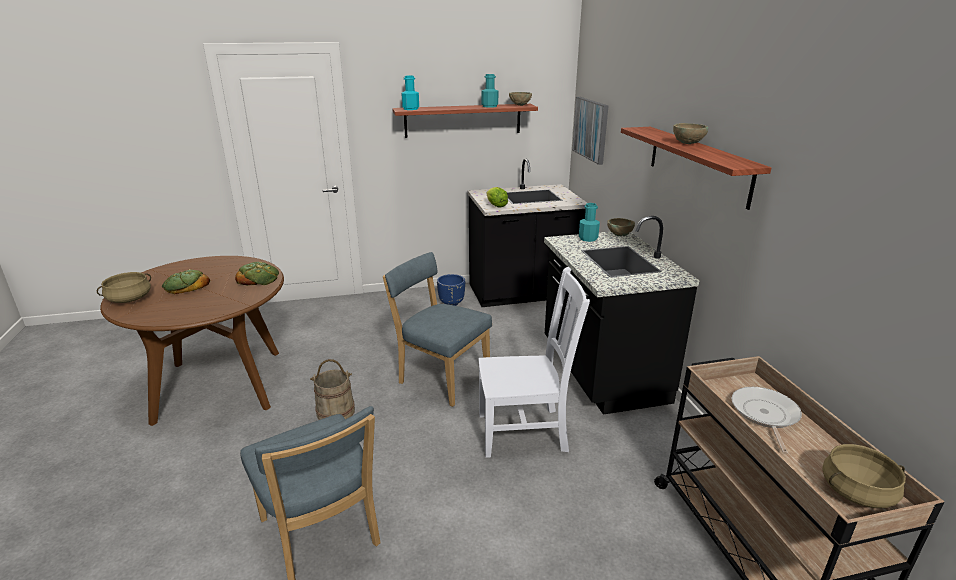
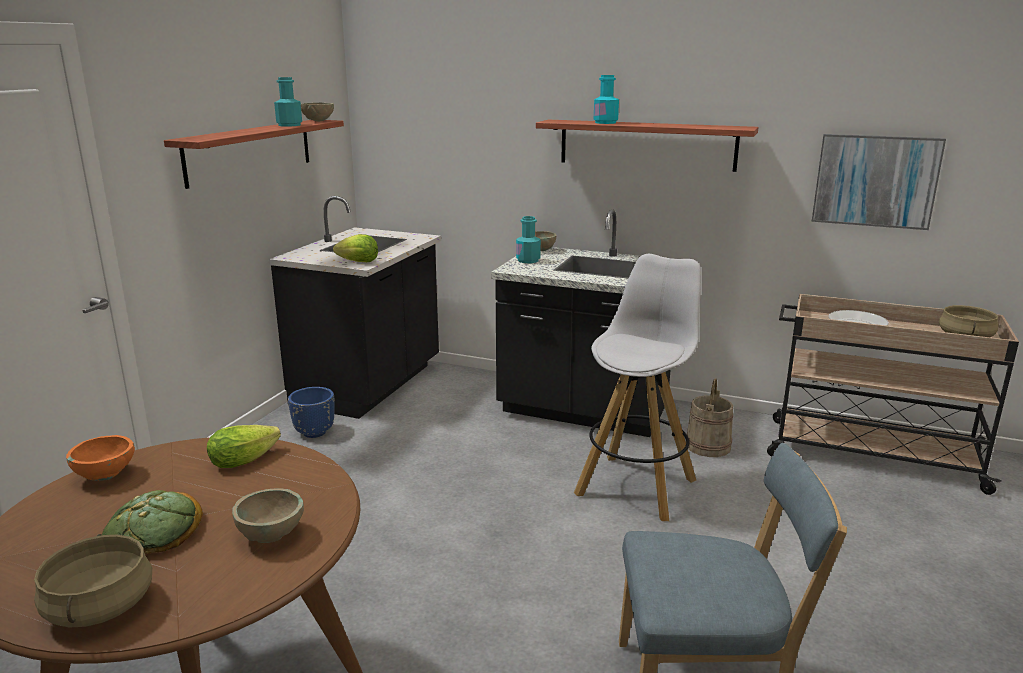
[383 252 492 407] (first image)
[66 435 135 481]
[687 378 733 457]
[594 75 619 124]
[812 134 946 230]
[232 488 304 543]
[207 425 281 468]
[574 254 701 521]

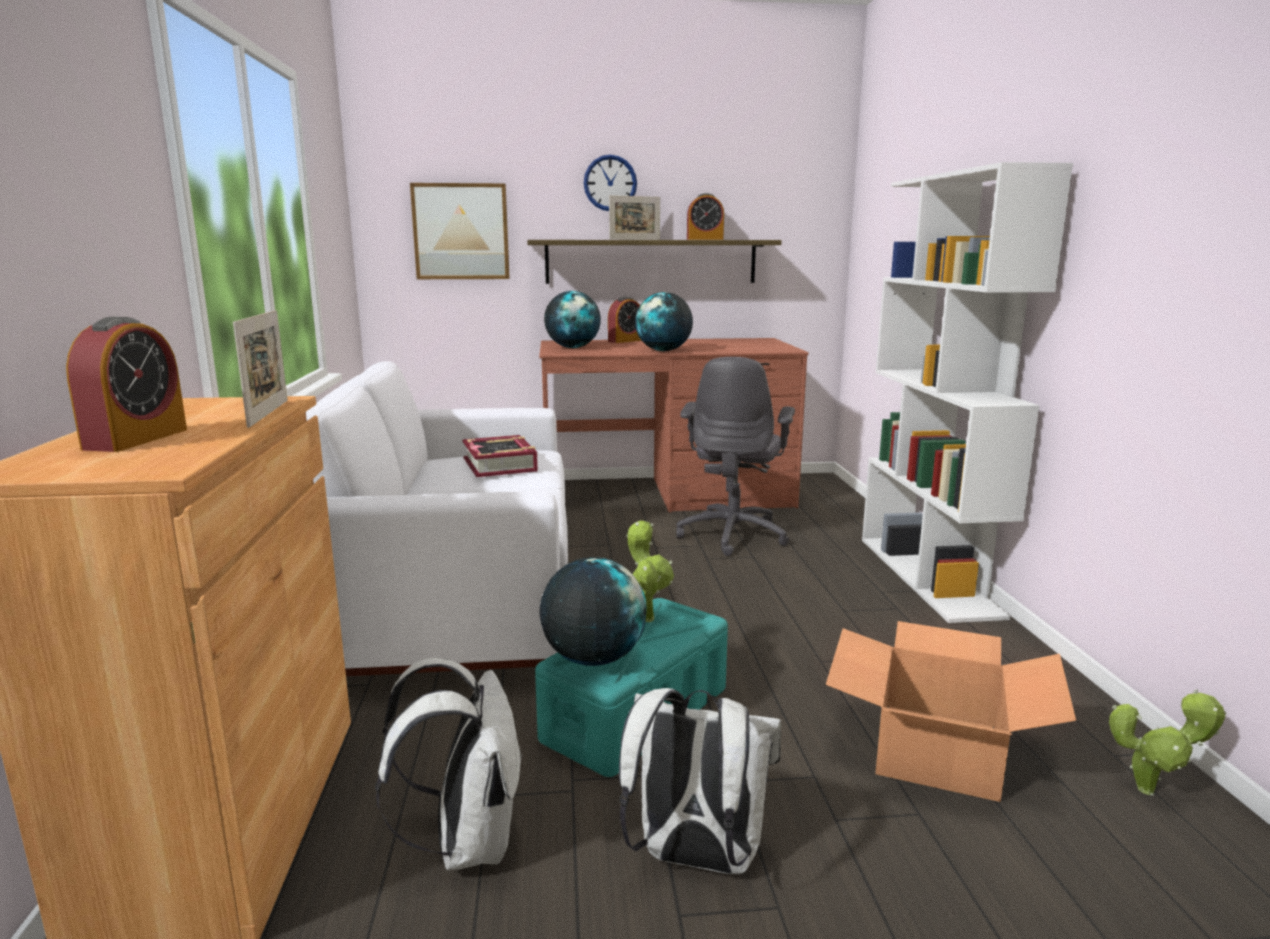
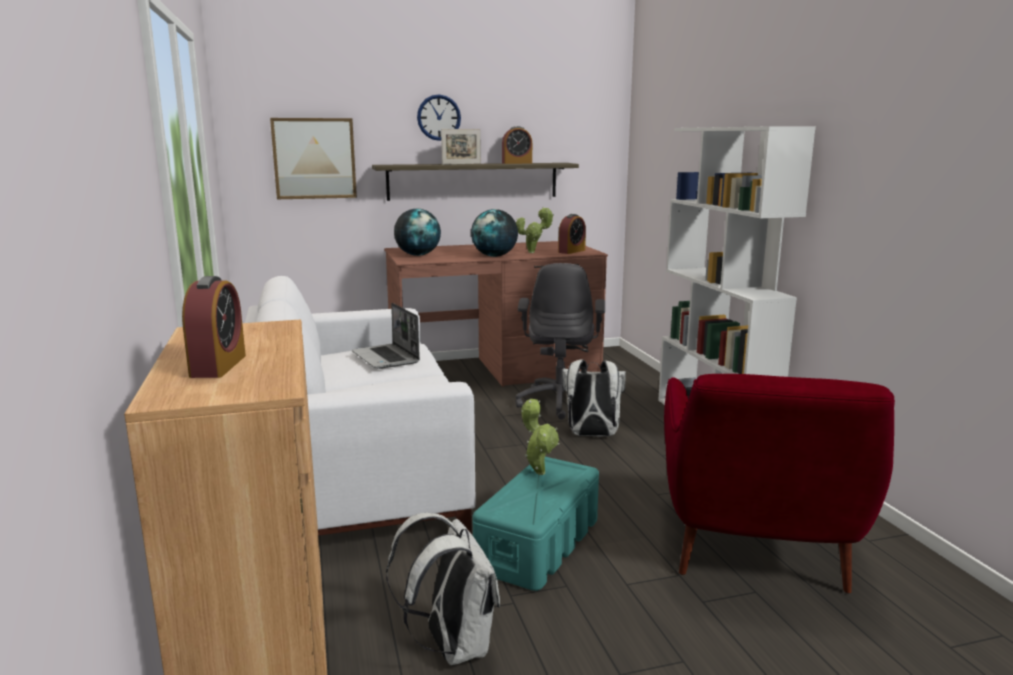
[233 310 288 428] (first image)
[539 557 647 666] (first image)
[558 214 586 254]
[562 359 626 436]
[516 207 554 253]
[352 303 420 369]
[664 374 895 594]

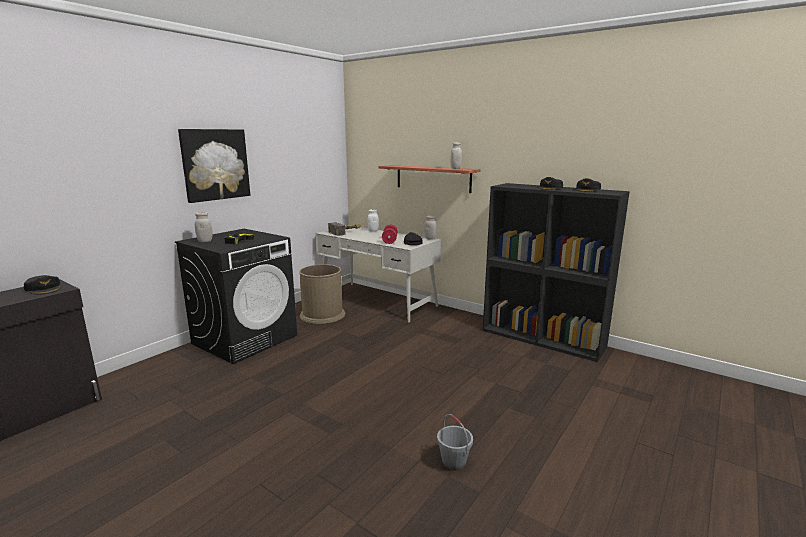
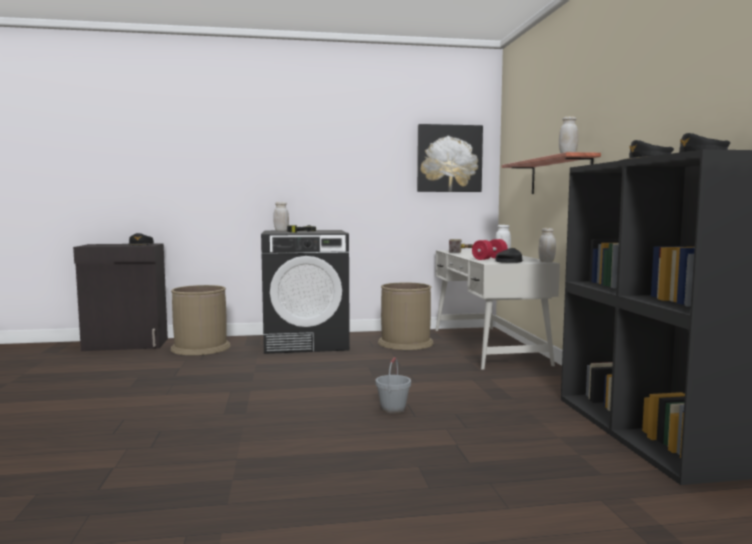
[170 285 231 355]
[417 124 483 192]
[375 357 411 414]

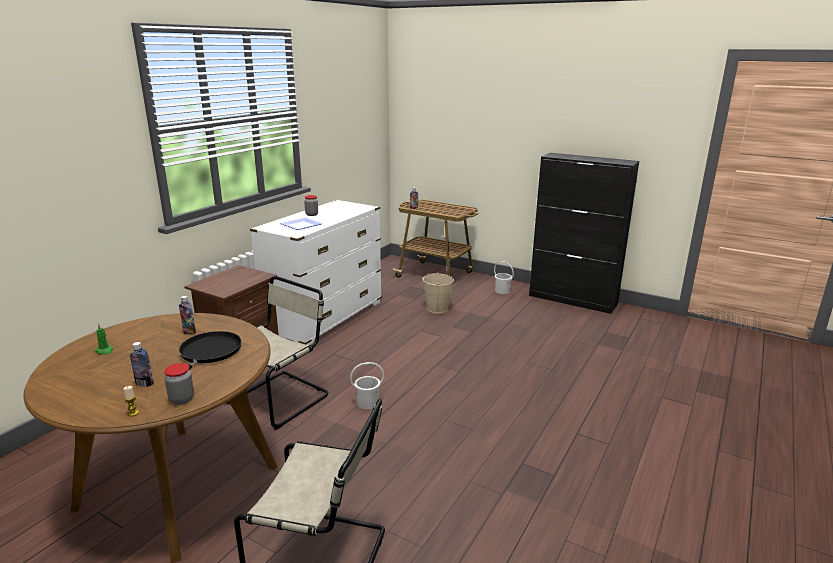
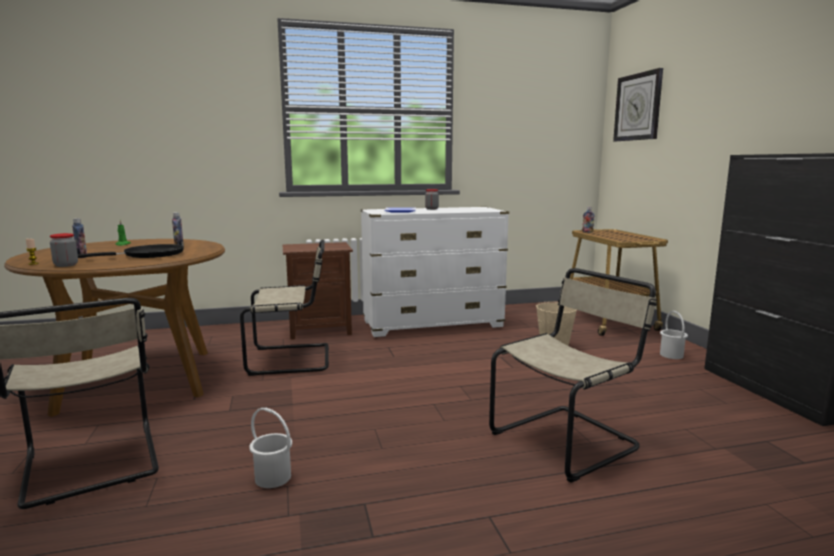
[489 268 657 483]
[613 68 663 141]
[249 408 292 488]

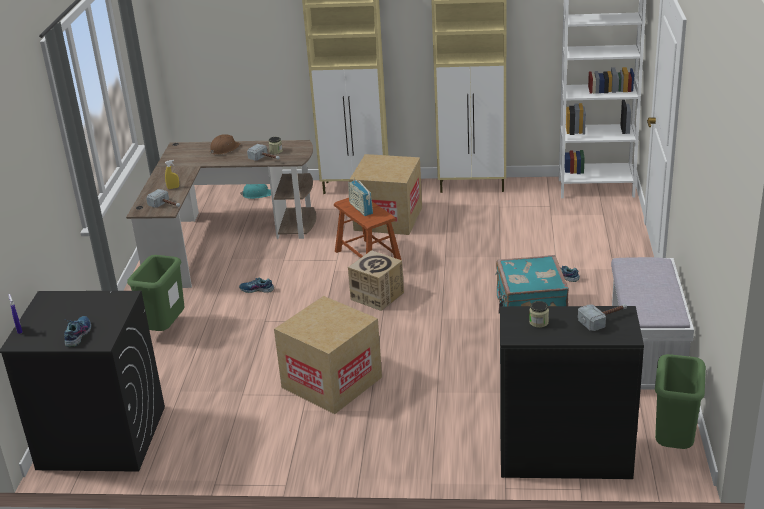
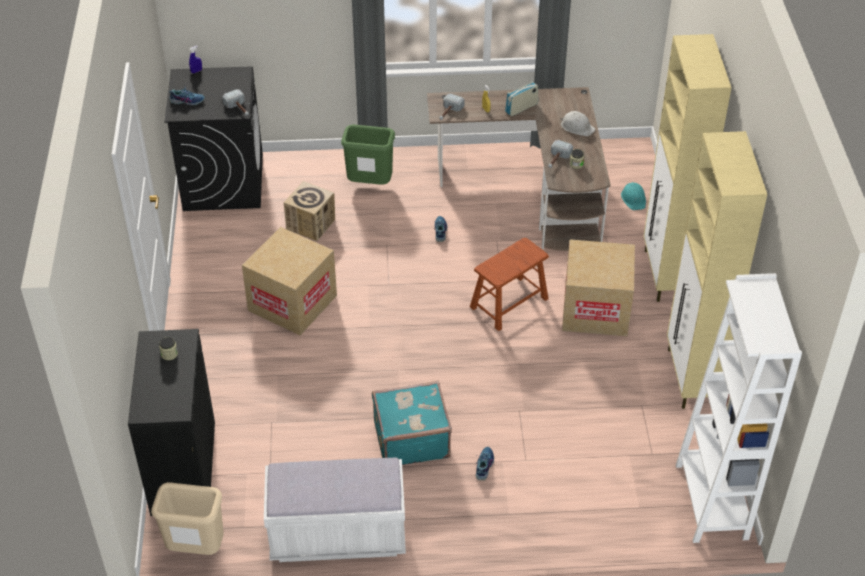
[505 80 538 116]
[284 181 335 241]
[222 89 249 116]
[560 111 595 136]
[151 482 224 555]

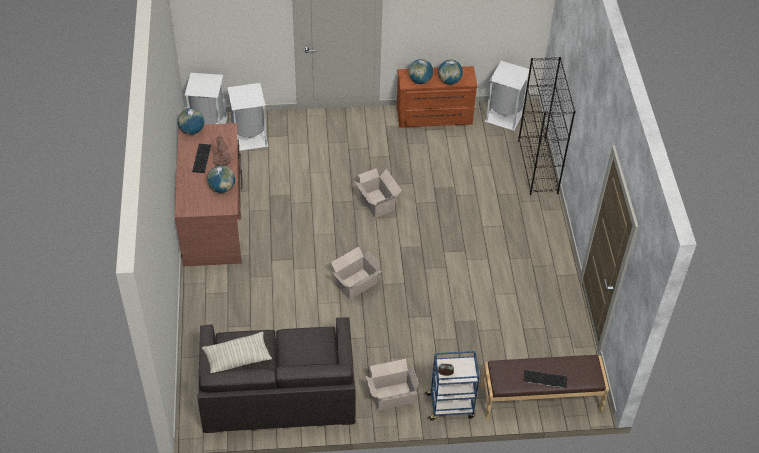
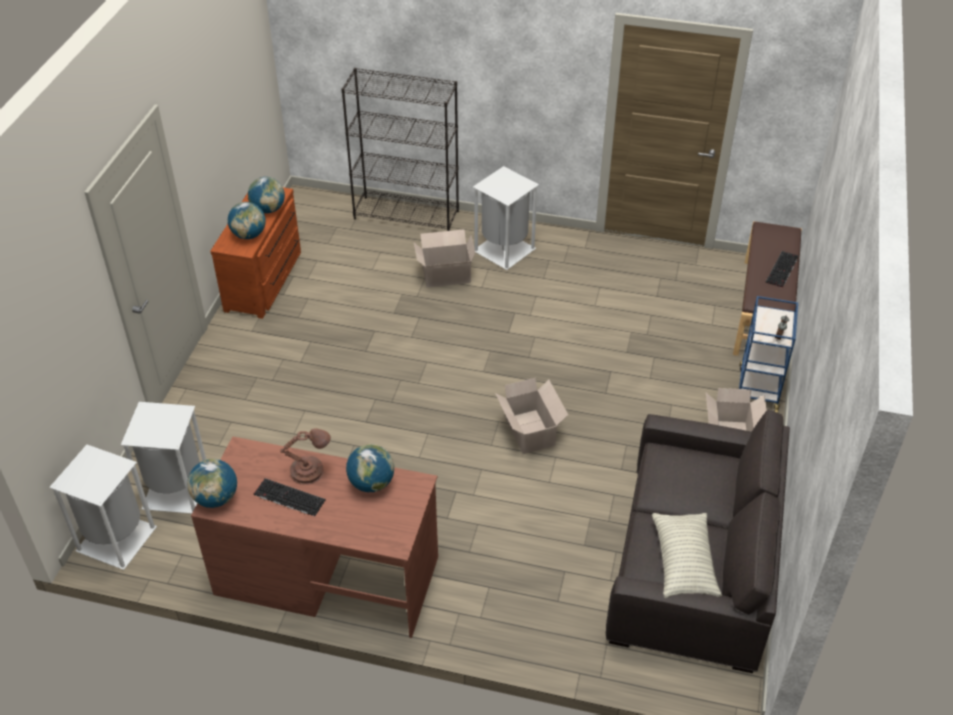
[414 229 476 288]
[473 166 539 270]

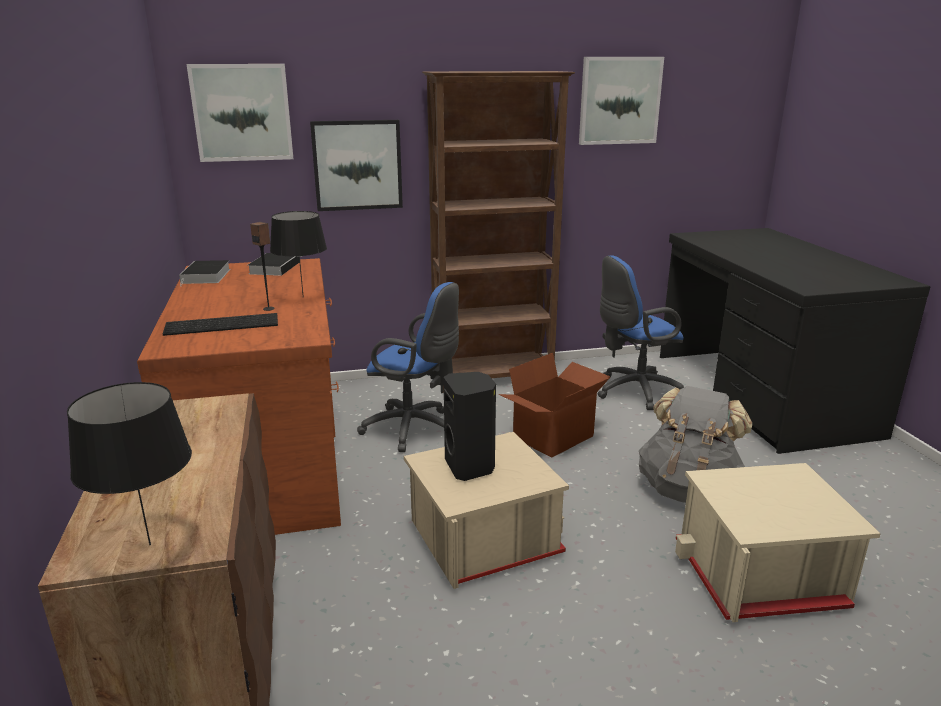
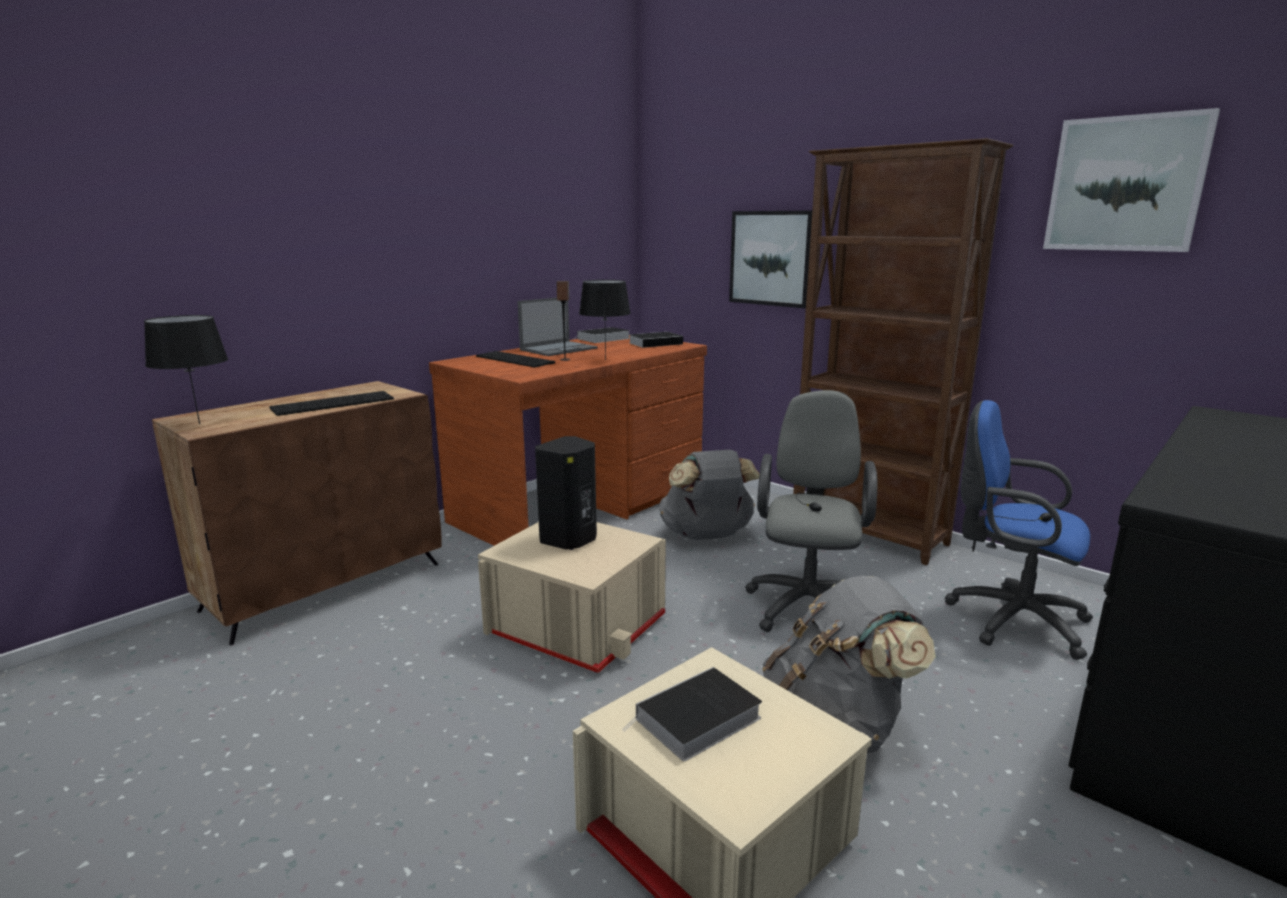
[186 64 293 162] (first image)
[269 391 394 416]
[517 298 598 356]
[623 667 762 761]
[659 450 760 540]
[745 390 877 632]

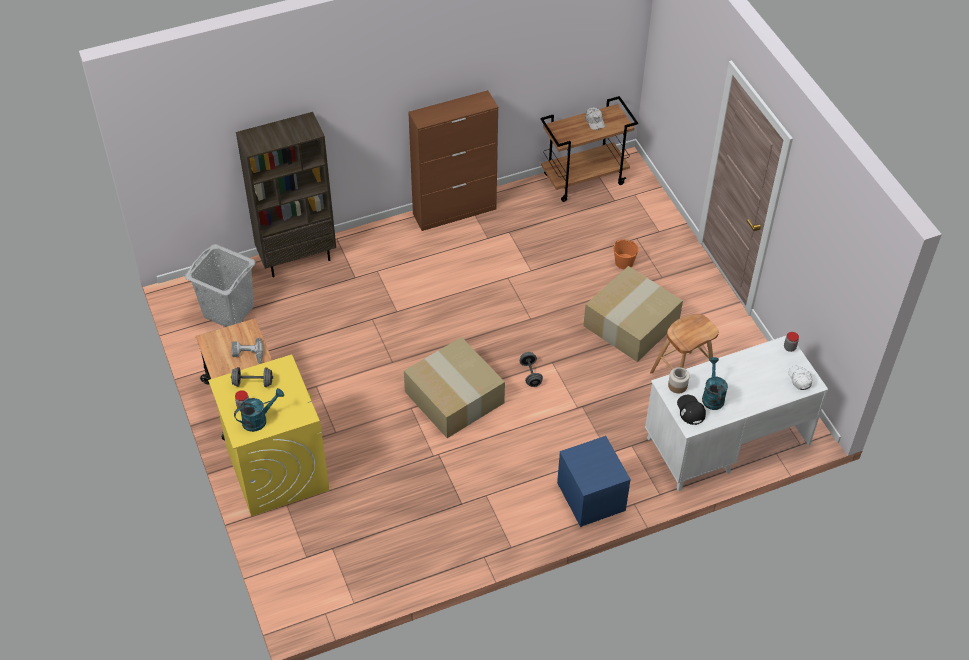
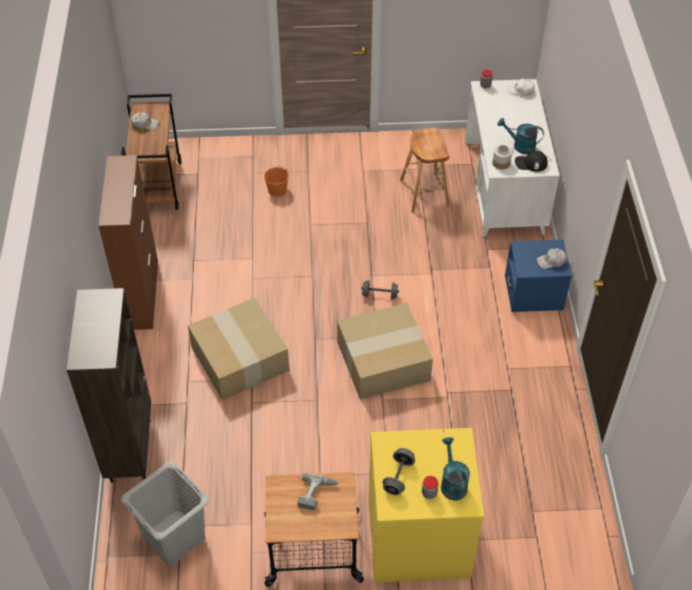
[537 248 567 269]
[188 298 289 400]

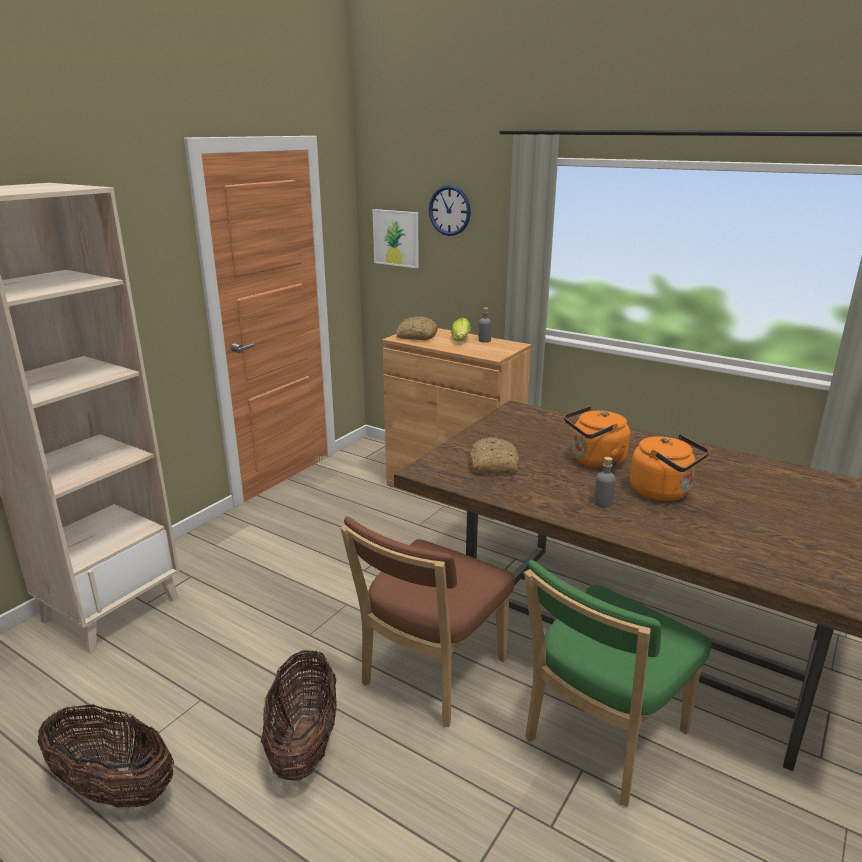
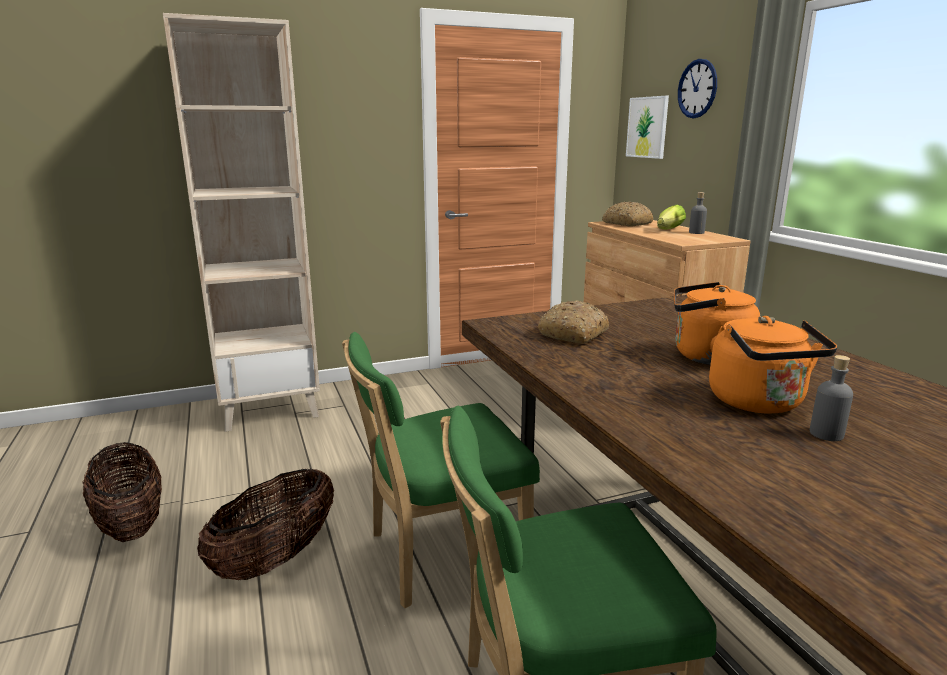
[810 355 853 441]
[342 332 540 608]

